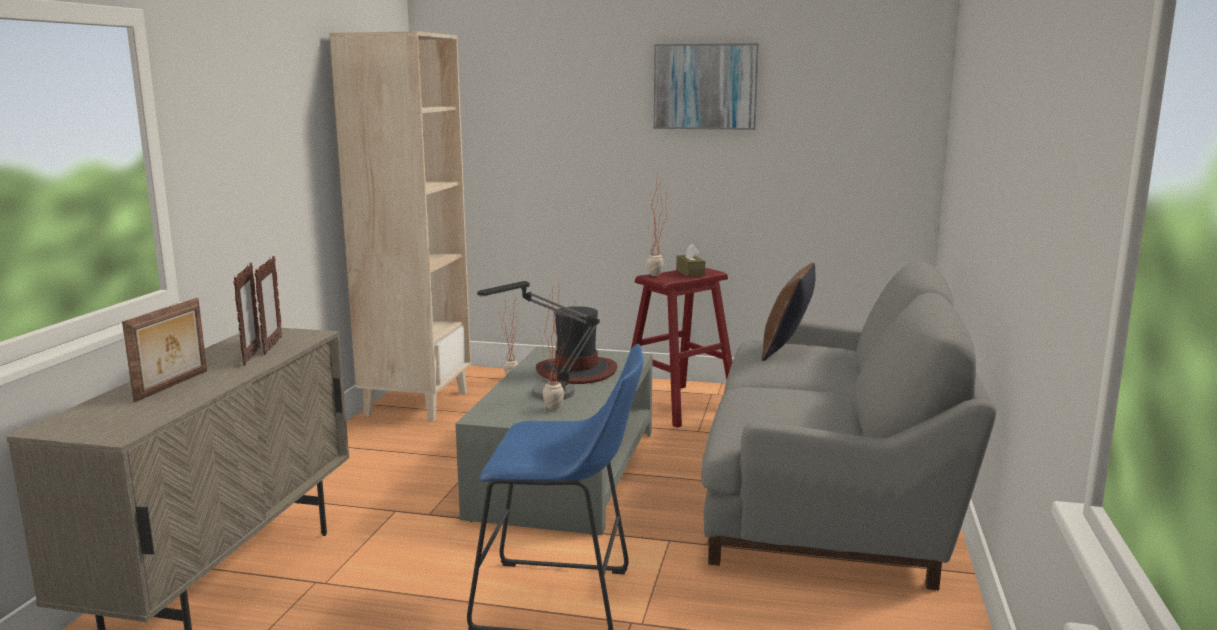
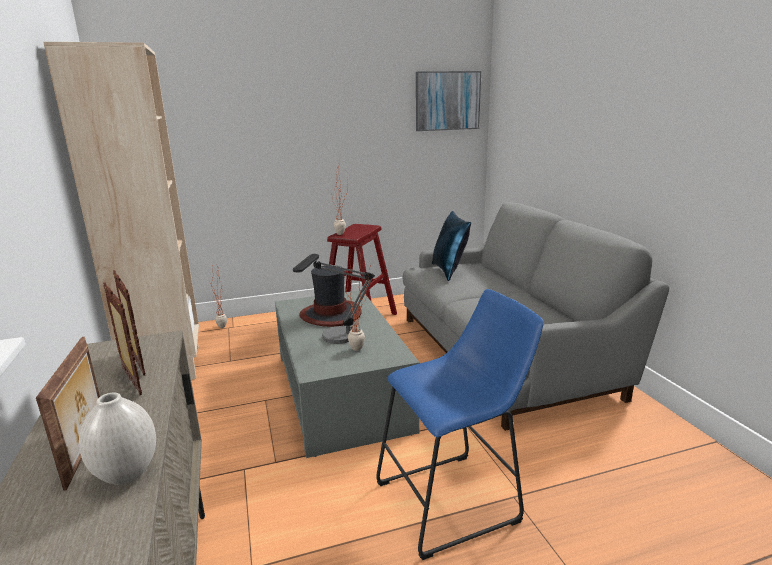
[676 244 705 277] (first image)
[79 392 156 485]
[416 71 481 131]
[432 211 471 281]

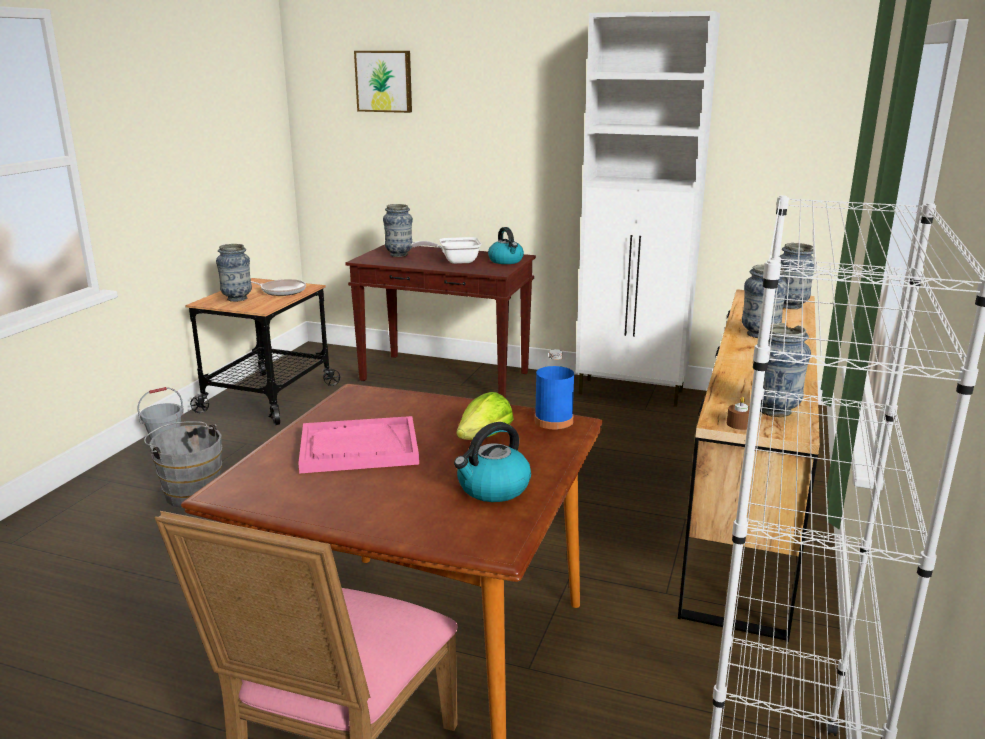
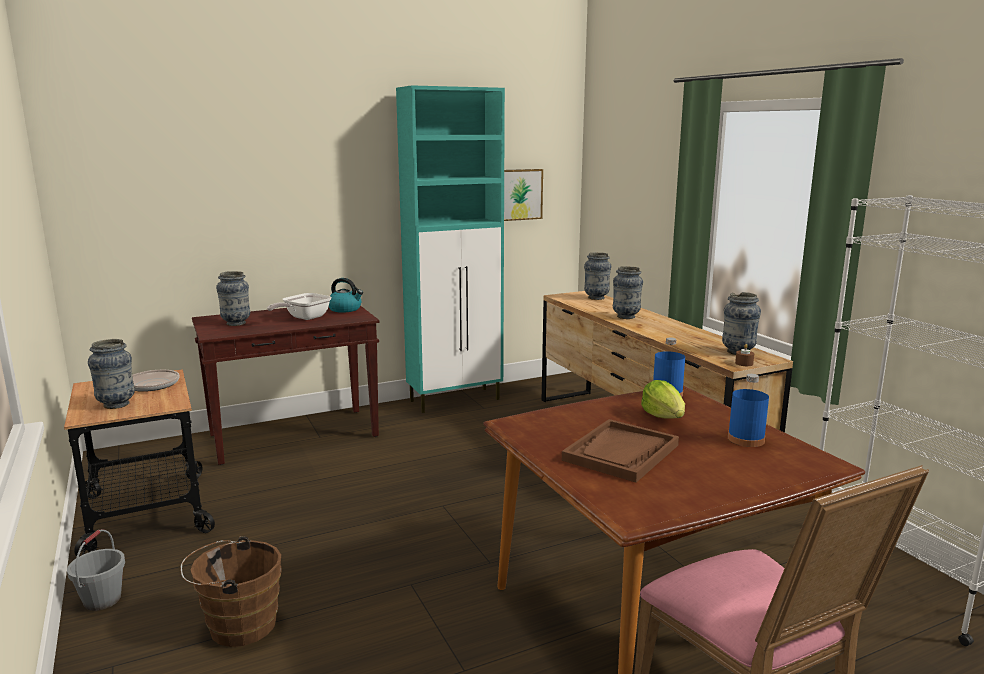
[504 169 543 221]
[728 374 769 447]
[180 536 282 647]
[562 419 679 483]
[396 85 505 413]

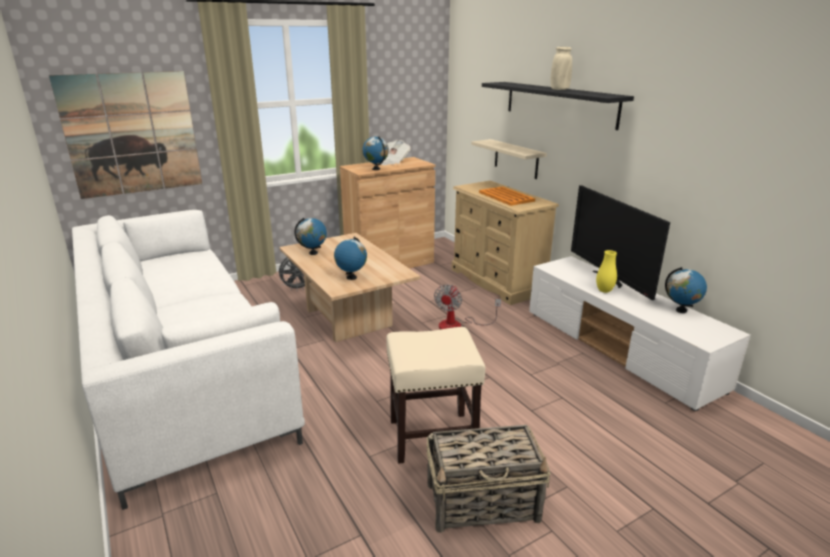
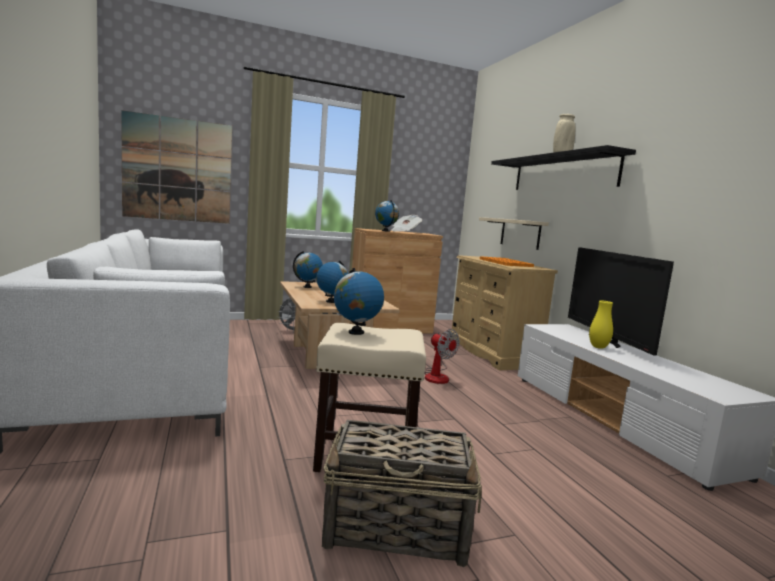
[334 268 384 335]
[424 329 460 384]

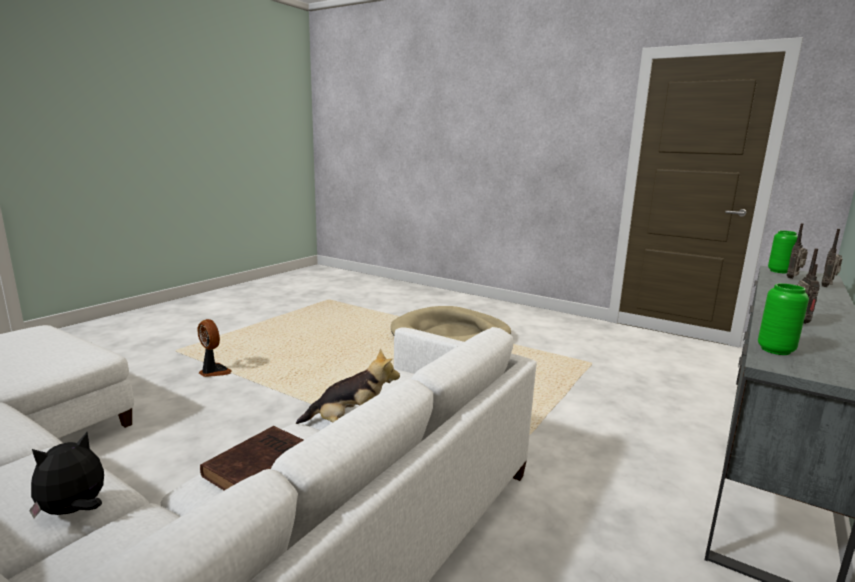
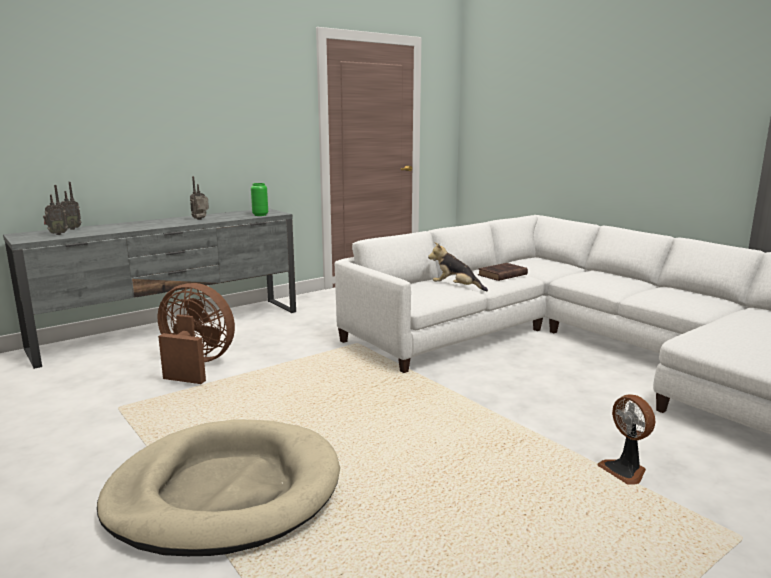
[29 432 104 518] (first image)
[768 231 798 273] (first image)
[157 283 235 384]

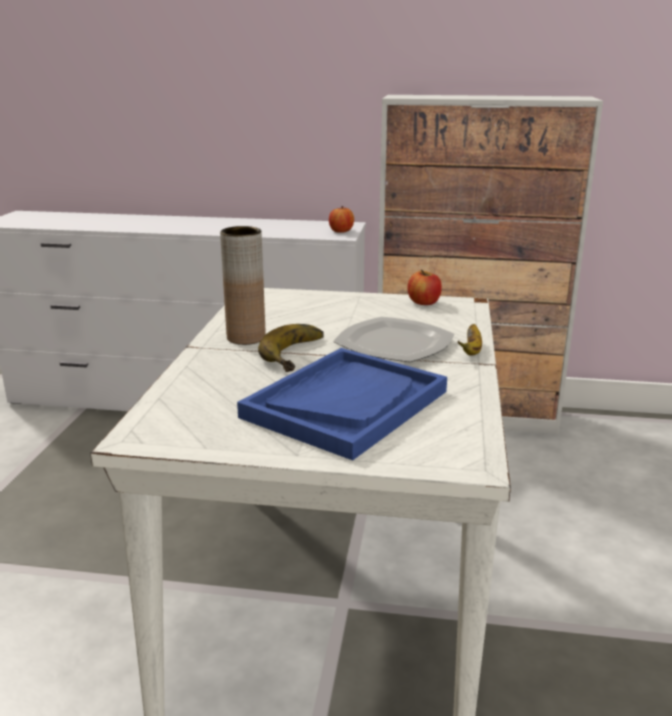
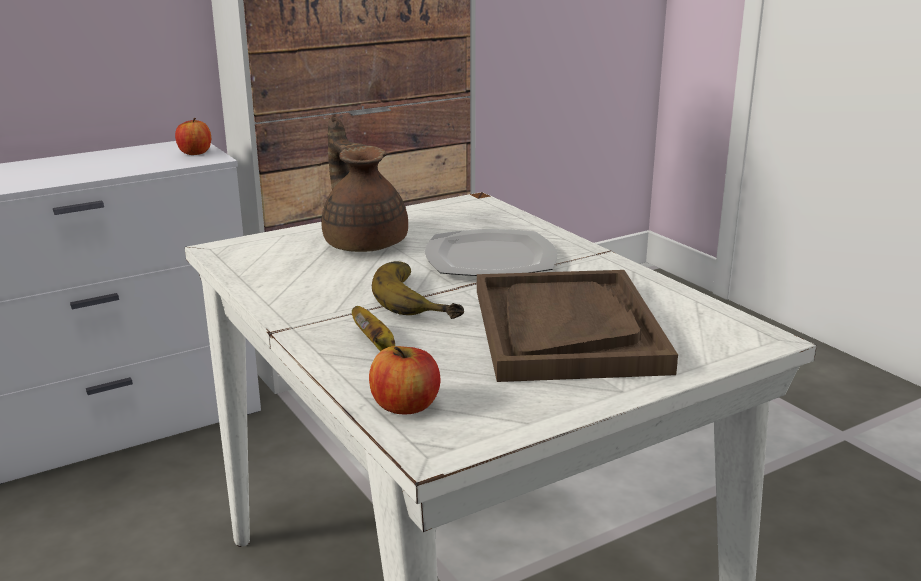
[220 226 266 345] (first image)
[321 117 408 252]
[369 346 440 414]
[352 306 395 351]
[477 270 678 382]

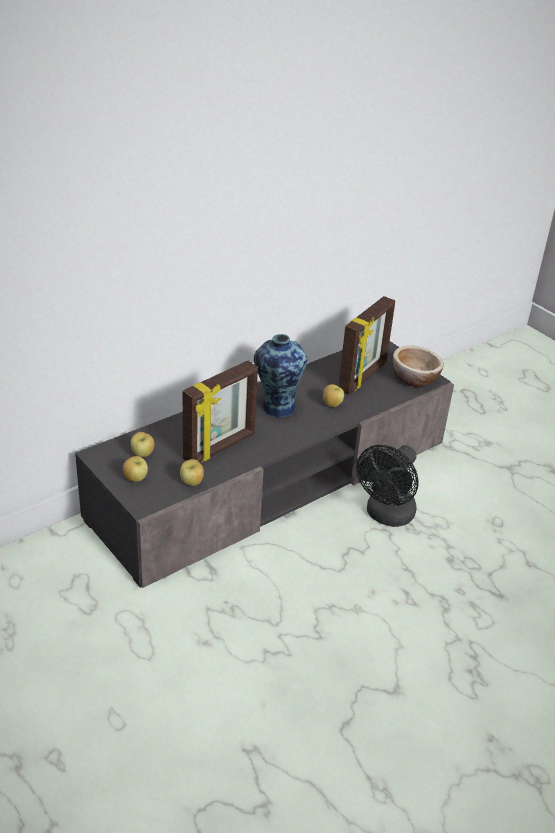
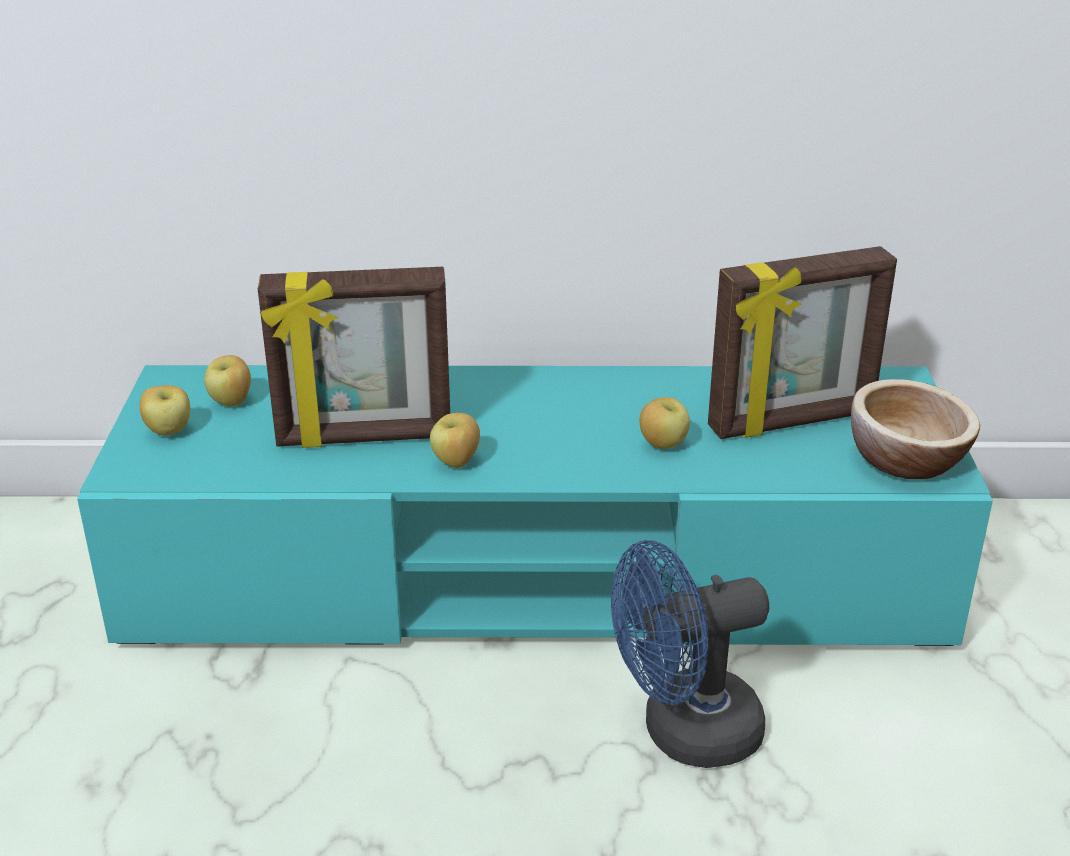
[254 334 307 418] (first image)
[430 413 480 468]
[77 365 993 646]
[611 540 769 768]

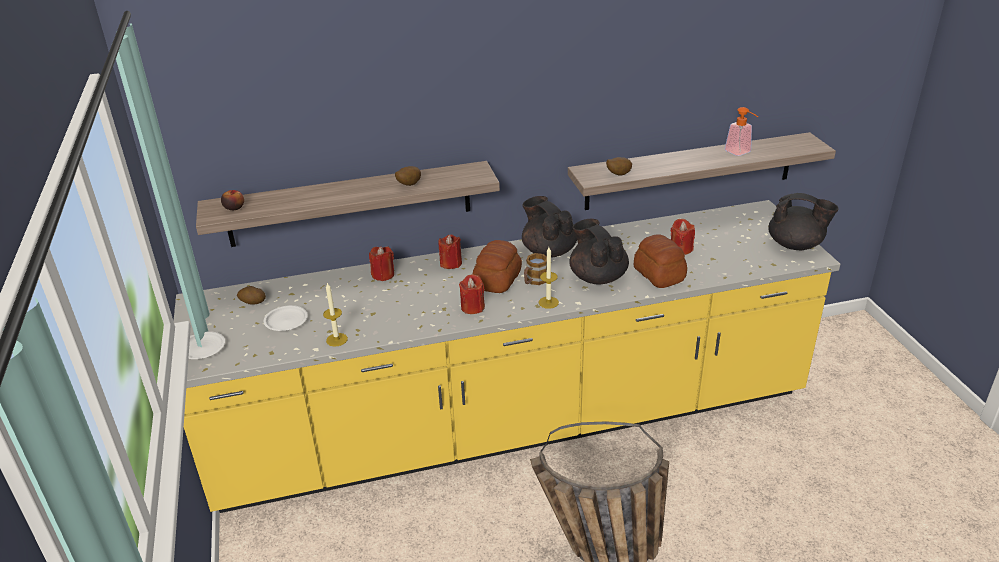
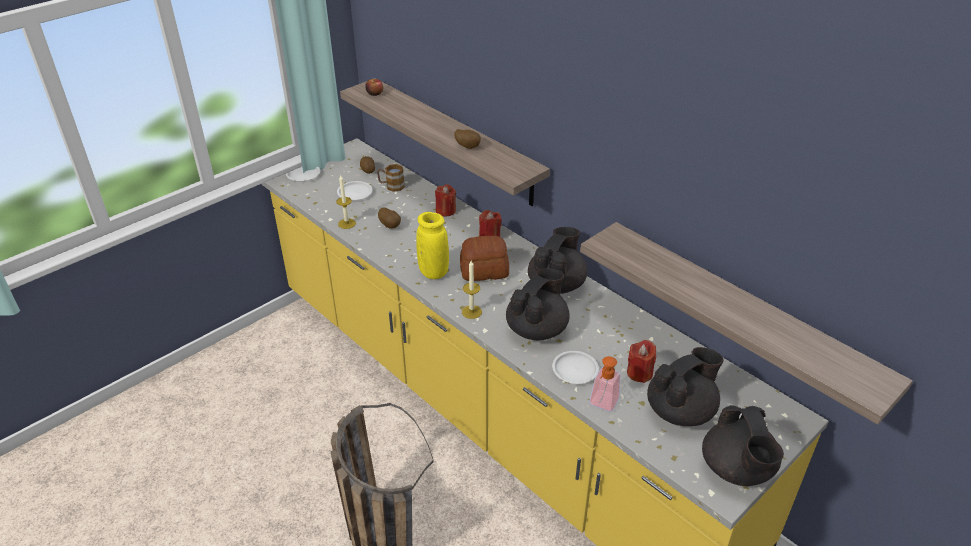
[647 347 724 426]
[377 164 405 192]
[378 207 401 229]
[590 356 620 412]
[416 212 449 279]
[552 351 599 384]

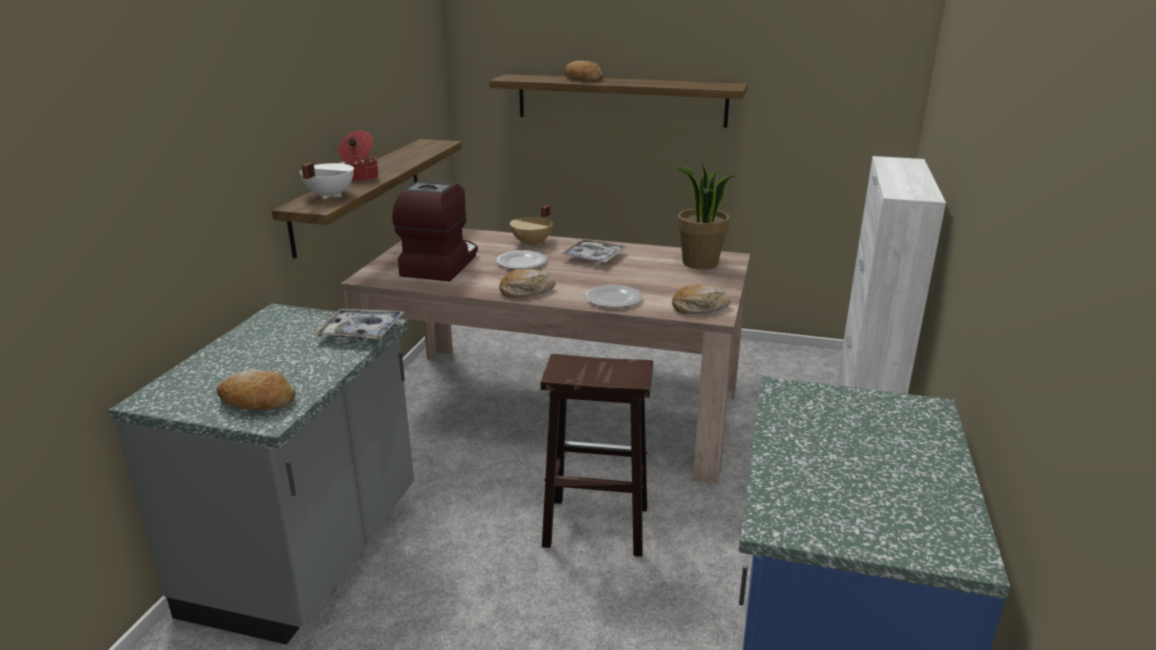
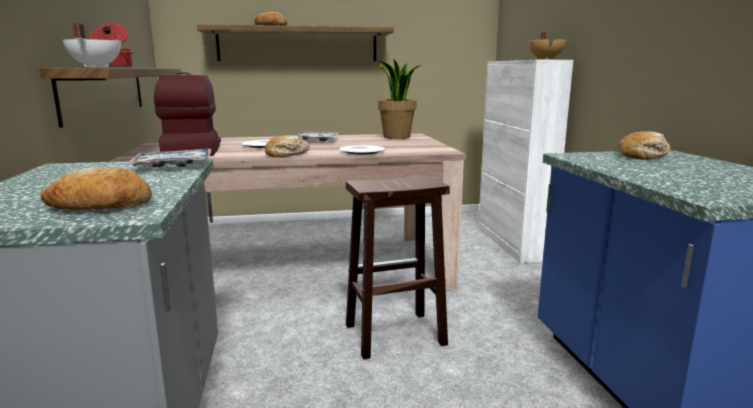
[529 32 567 60]
[618 131 670 160]

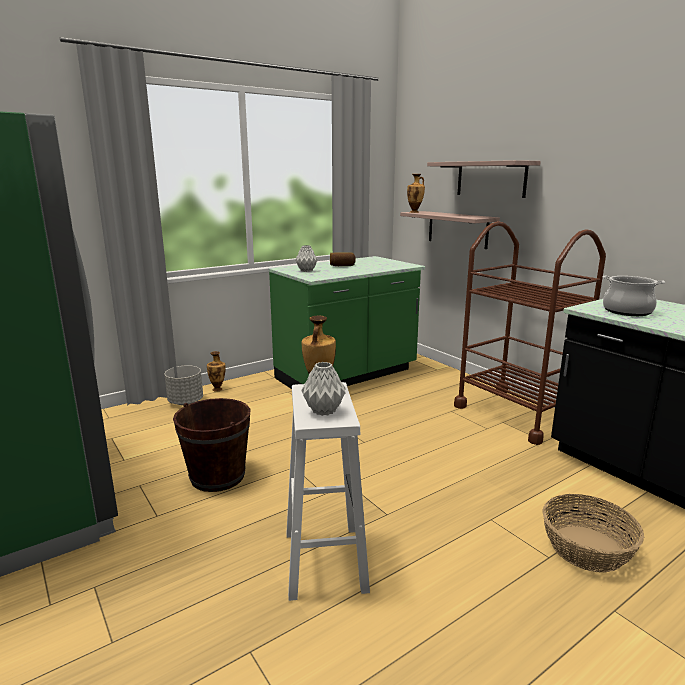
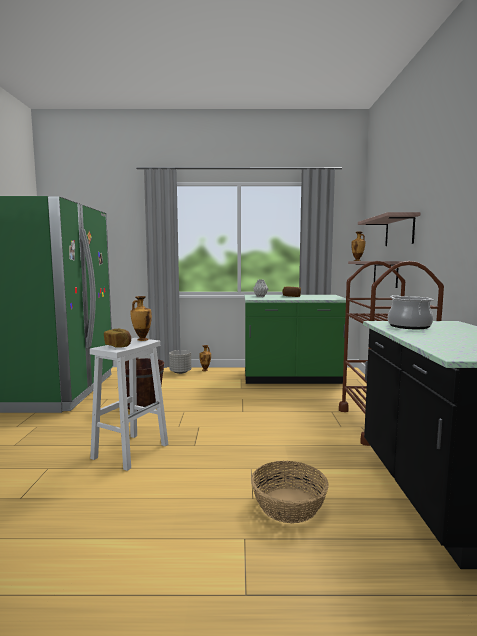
[104 329 131 348]

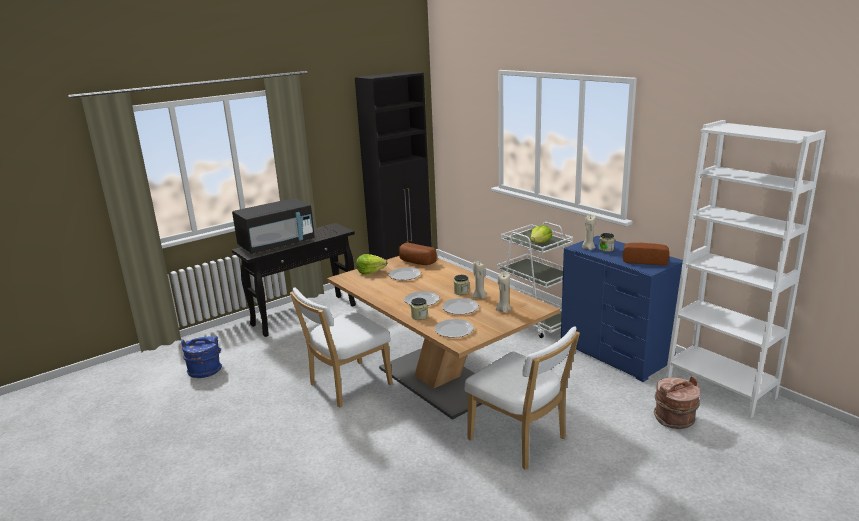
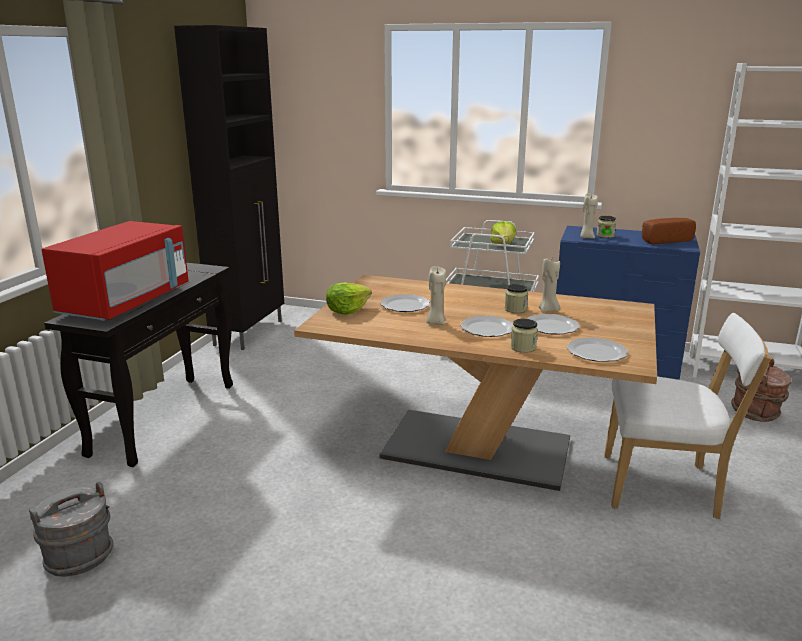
[290 287 393 408] (first image)
[399 243 437 265] (first image)
[427 266 446 325]
[29 482 114 577]
[42 221 189 321]

